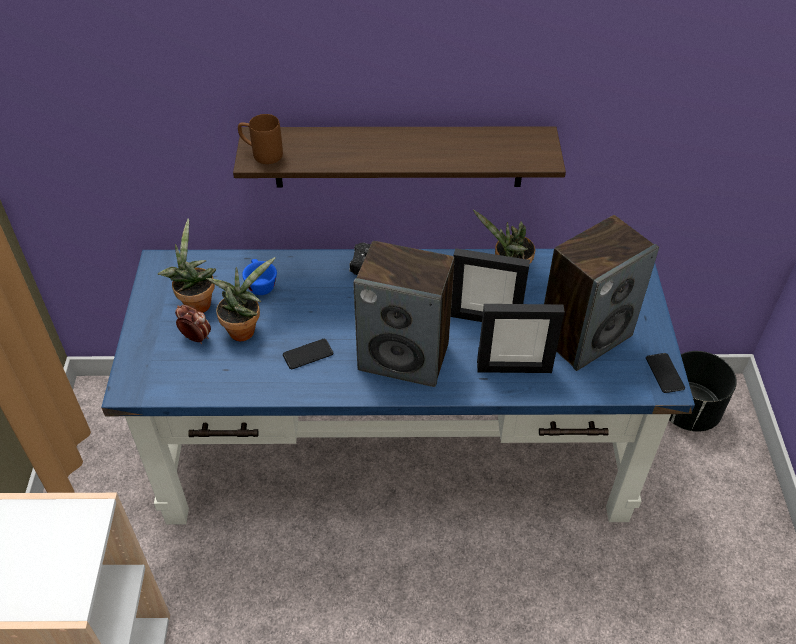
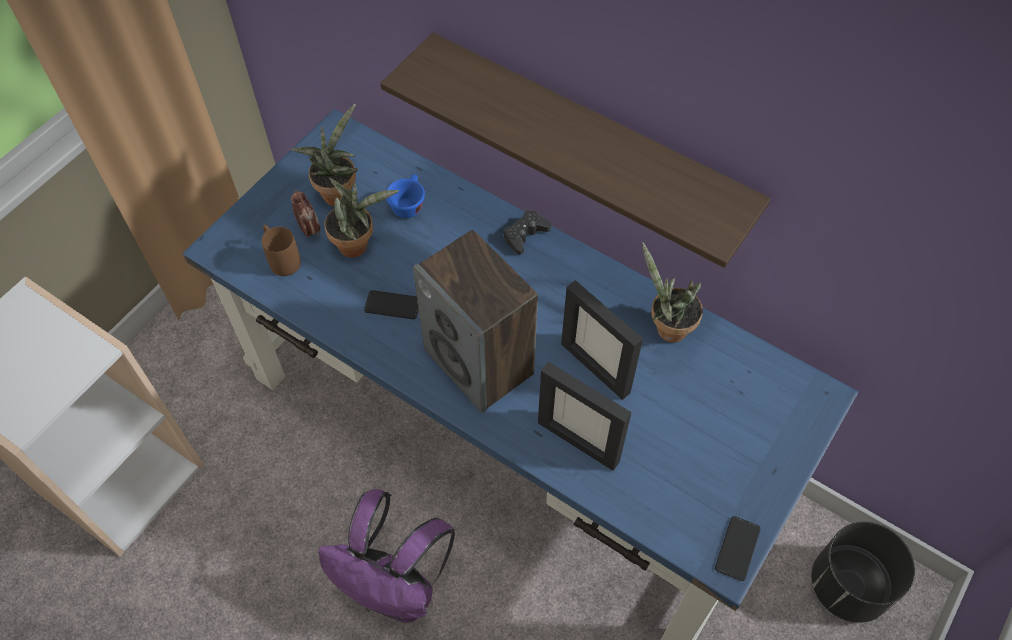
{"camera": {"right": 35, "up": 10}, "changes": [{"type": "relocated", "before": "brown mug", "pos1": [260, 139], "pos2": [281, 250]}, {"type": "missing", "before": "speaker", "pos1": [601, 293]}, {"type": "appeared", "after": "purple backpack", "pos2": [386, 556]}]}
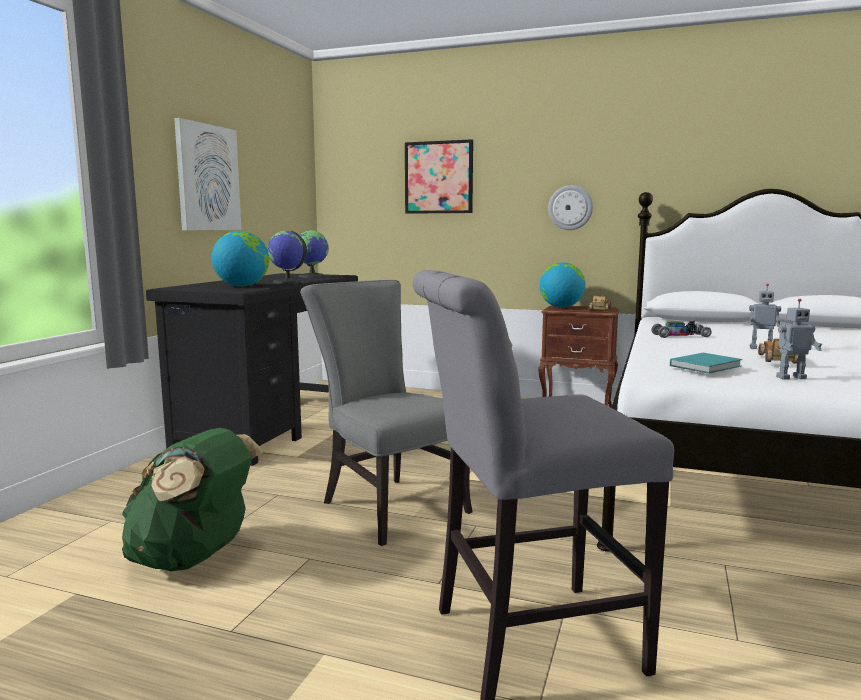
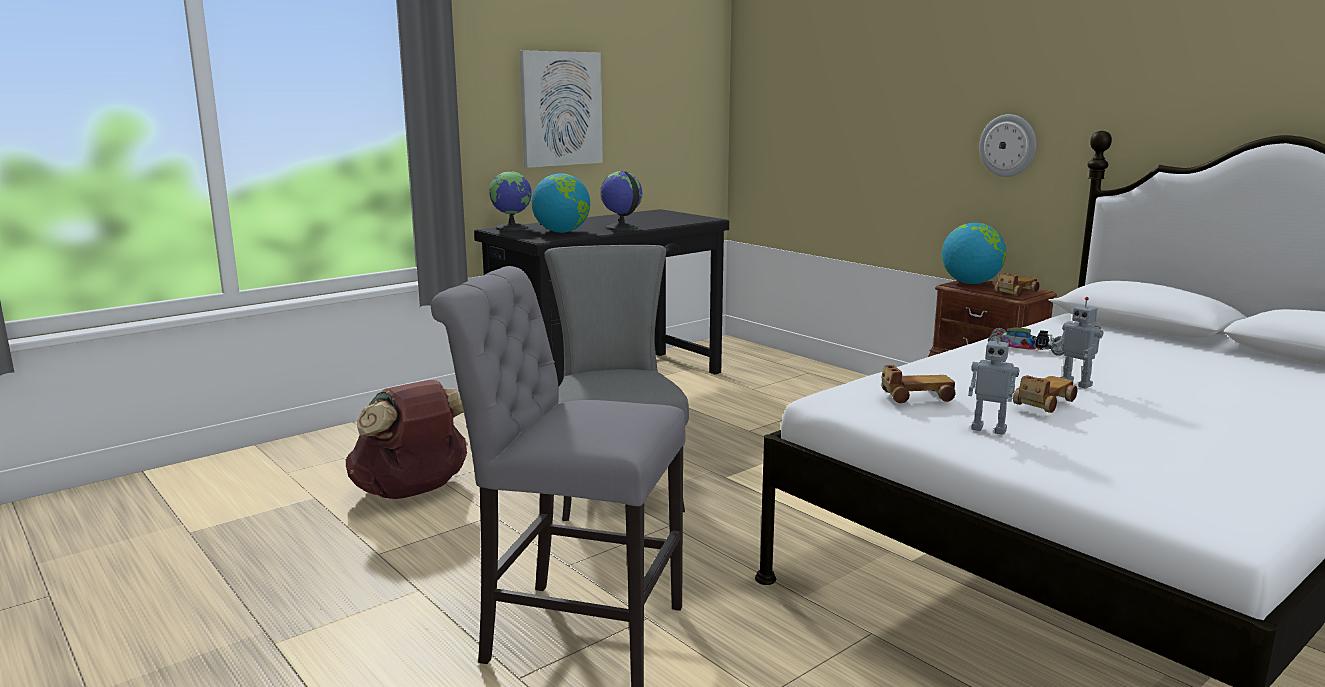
{"camera": {"right": 30, "up": 5}, "changes": [{"type": "missing", "before": "picture", "pos1": [439, 176]}, {"type": "relocated", "before": "globe", "pos1": [314, 254], "pos2": [510, 201]}, {"type": "exchanged", "before": "turquoise book", "after": "toy car", "pos1": [706, 363], "pos2": [918, 384]}, {"type": "colour", "before": "green backpack", "after": "brown backpack", "pos1": [192, 499], "pos2": [407, 439]}]}
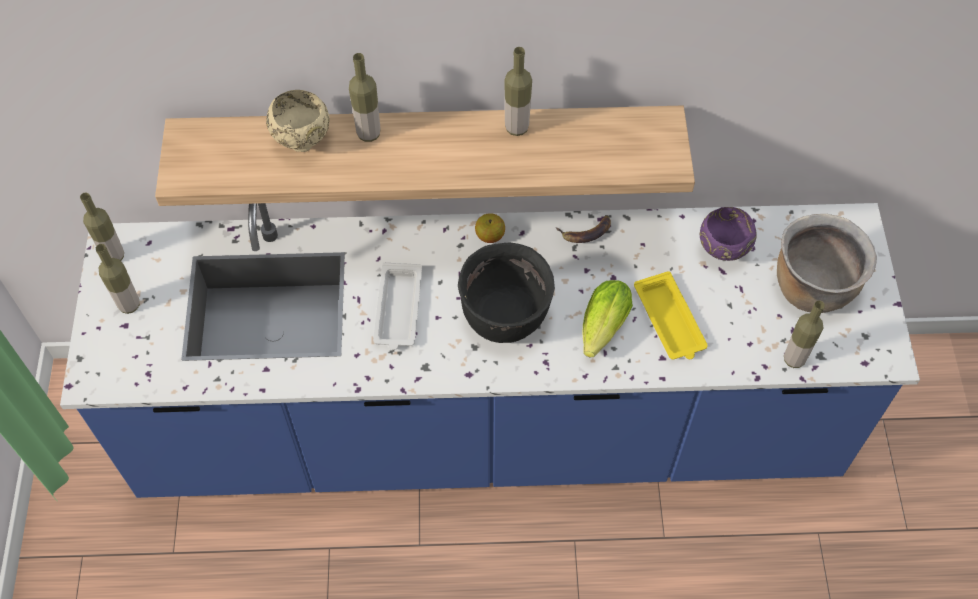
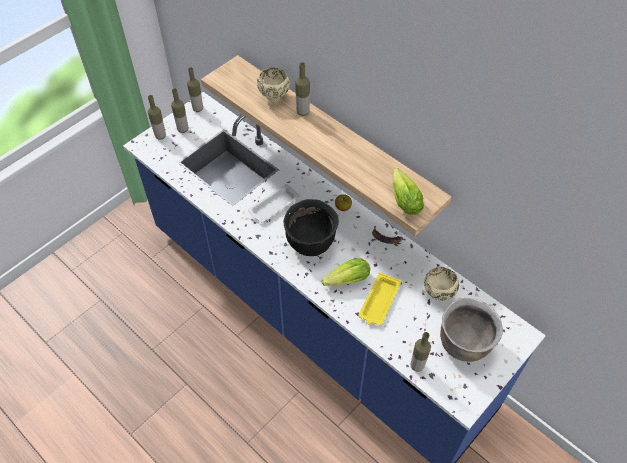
{"camera": {"right": 45, "up": -5}, "changes": [{"type": "relocated", "before": "bottle", "pos1": [518, 91], "pos2": [157, 117]}, {"type": "colour", "before": "purple bowl", "after": "beige bowl", "pos1": [728, 234], "pos2": [441, 283]}, {"type": "appeared", "after": "lettuce", "pos2": [408, 191]}]}
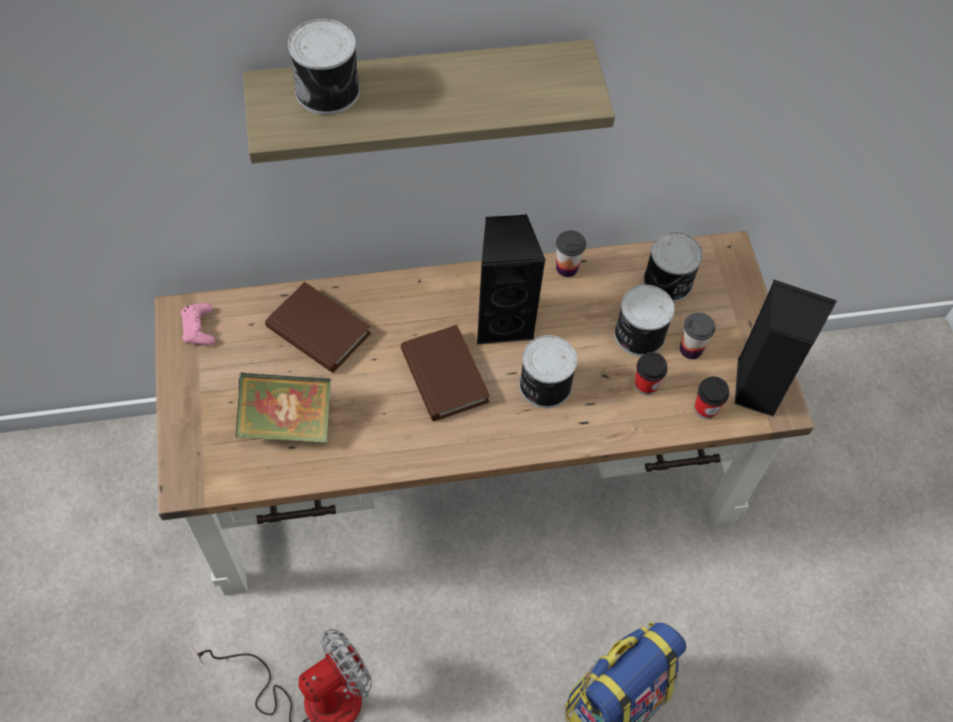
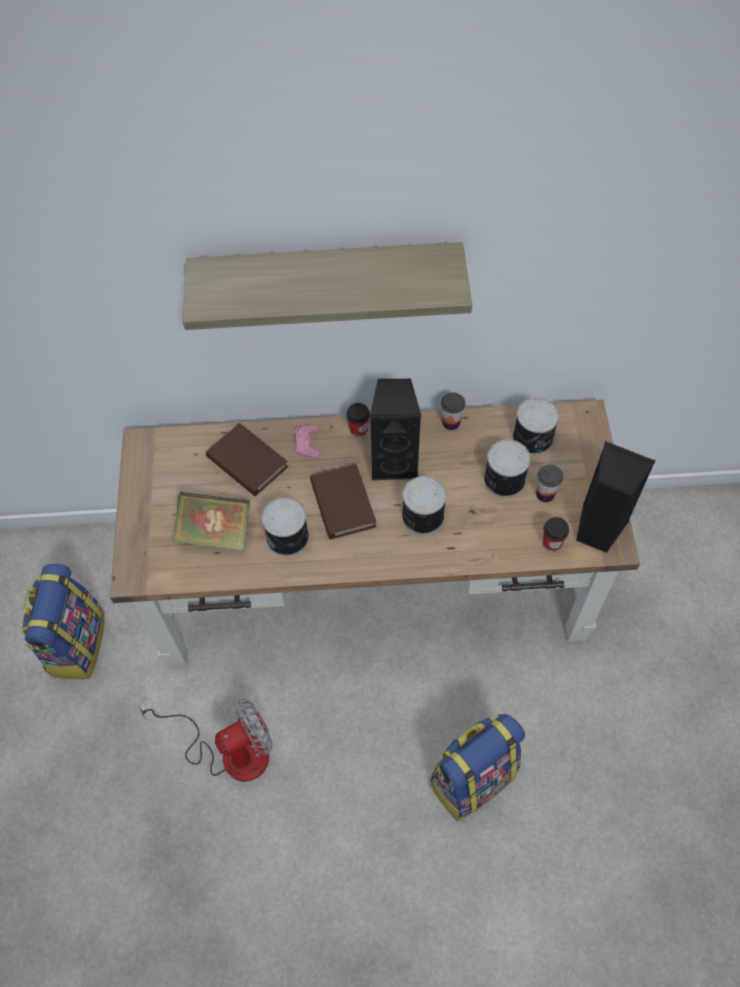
{"camera": {"right": 10, "up": 0}, "changes": [{"type": "relocated", "before": "can", "pos1": [324, 67], "pos2": [285, 526]}, {"type": "relocated", "before": "pink game controller", "pos1": [198, 324], "pos2": [307, 441]}, {"type": "relocated", "before": "cup", "pos1": [651, 373], "pos2": [358, 420]}, {"type": "appeared", "after": "backpack", "pos2": [63, 621]}]}
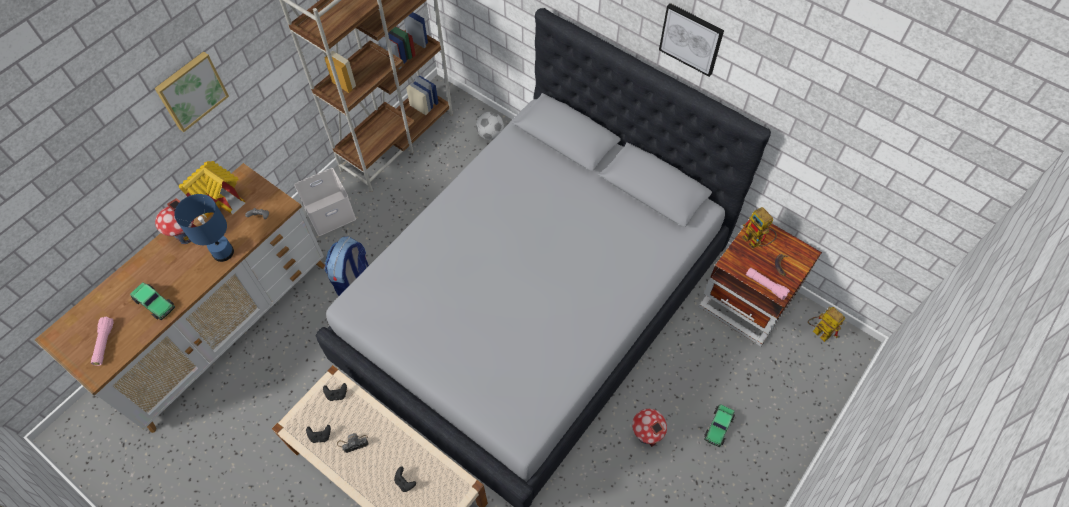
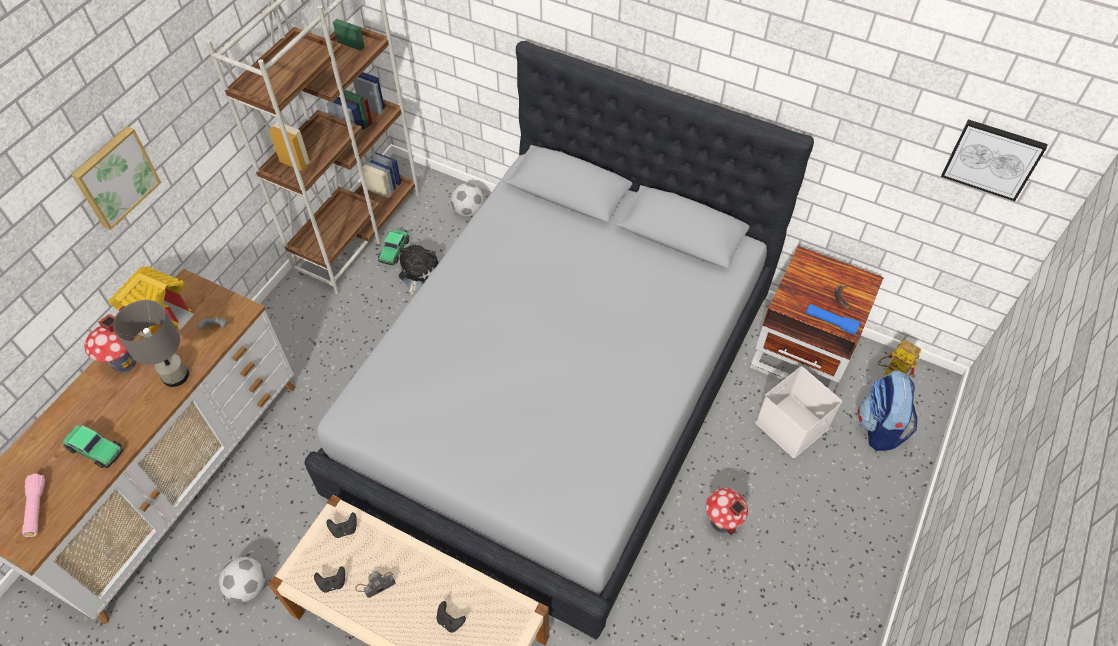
{"camera": {"right": -10, "up": -5}, "changes": [{"type": "relocated", "before": "picture", "pos1": [691, 40], "pos2": [994, 160]}, {"type": "relocated", "before": "white storage box", "pos1": [325, 202], "pos2": [798, 412]}, {"type": "colour", "before": "blue table lamp", "after": "grey table lamp", "pos1": [204, 228], "pos2": [151, 343]}, {"type": "missing", "before": "toy robot", "pos1": [759, 228]}, {"type": "relocated", "before": "backpack", "pos1": [347, 266], "pos2": [887, 410]}, {"type": "colour", "before": "pink flashlight", "after": "blue flashlight", "pos1": [768, 284], "pos2": [833, 319]}, {"type": "relocated", "before": "toy car", "pos1": [719, 425], "pos2": [393, 247]}, {"type": "appeared", "after": "plush toy", "pos2": [419, 270]}, {"type": "appeared", "after": "football", "pos2": [242, 580]}]}
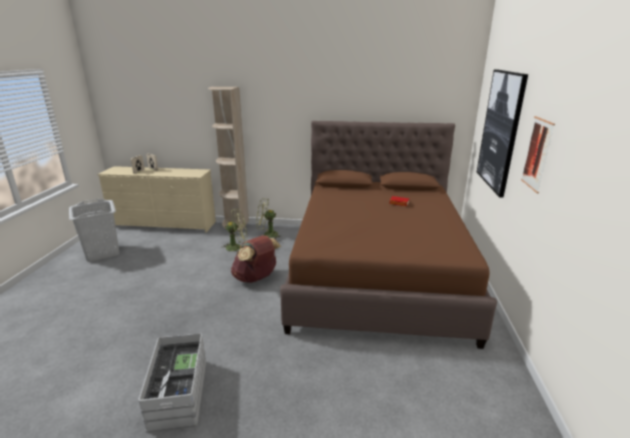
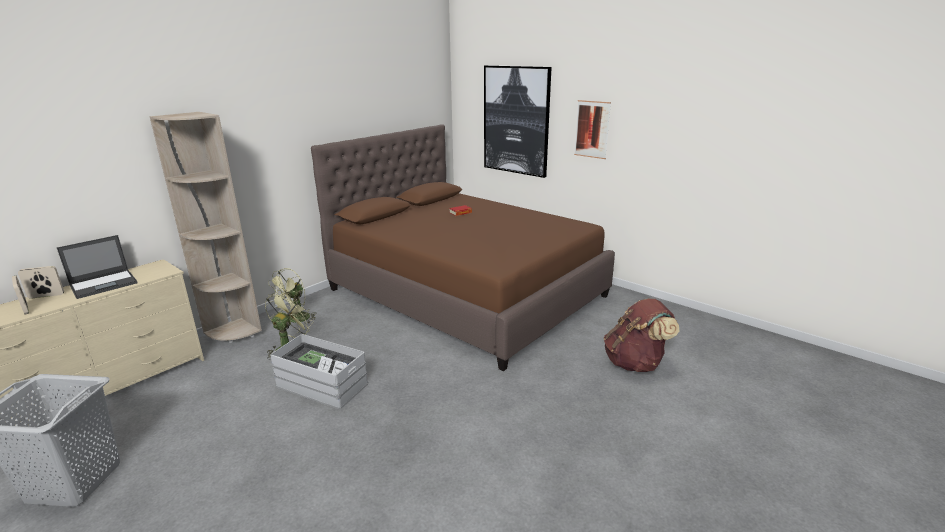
{"camera": {"right": -55, "up": 0}, "changes": [{"type": "relocated", "before": "brown backpack", "pos1": [256, 259], "pos2": [642, 335]}, {"type": "relocated", "before": "grey storage box", "pos1": [173, 383], "pos2": [319, 371]}, {"type": "appeared", "after": "laptop", "pos2": [97, 267]}]}
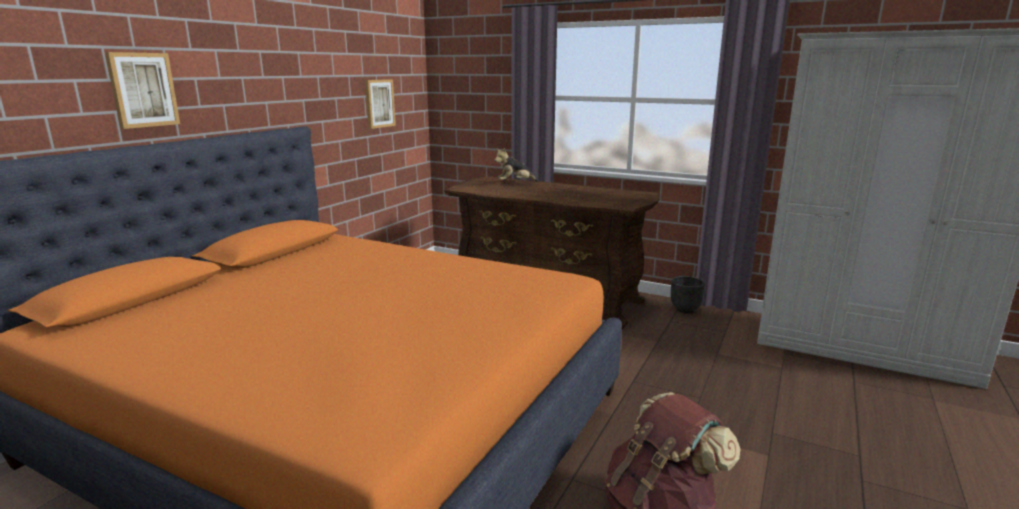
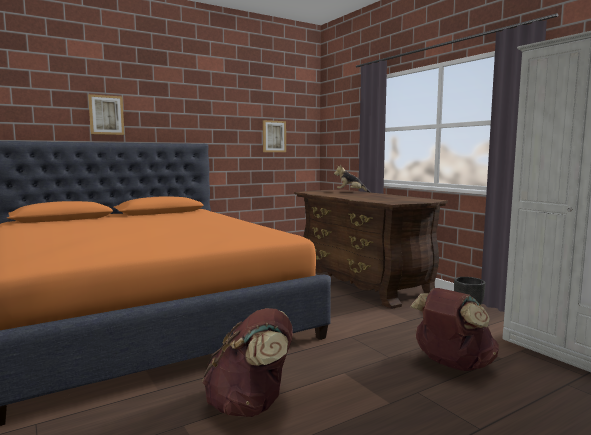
{"camera": {"right": 30, "up": -10}, "changes": [{"type": "appeared", "after": "brown backpack", "pos2": [454, 329]}]}
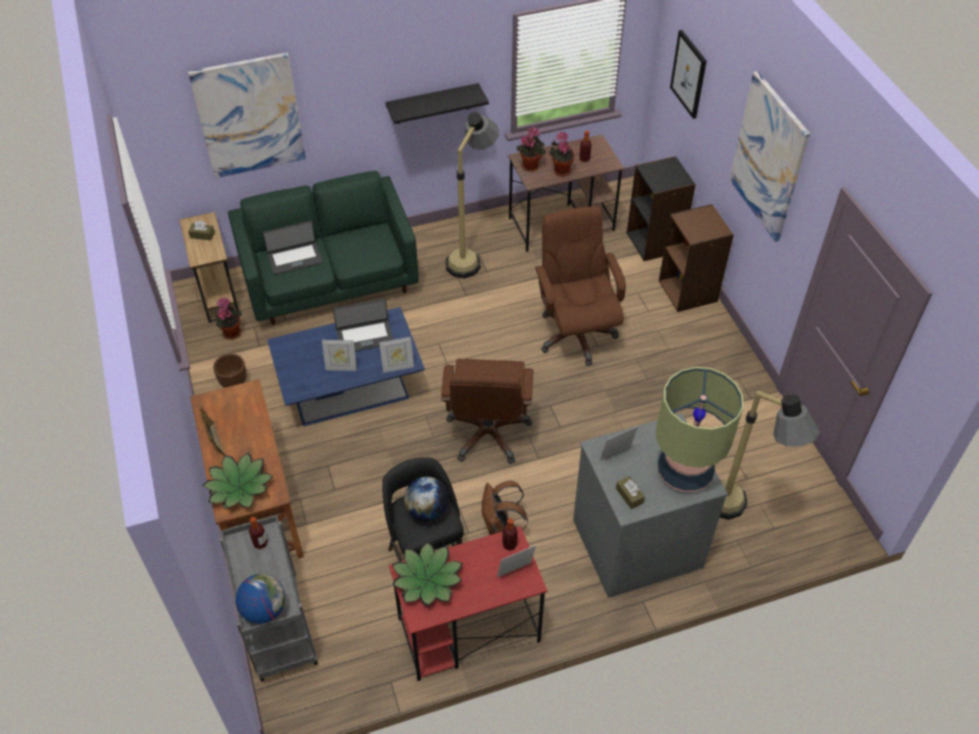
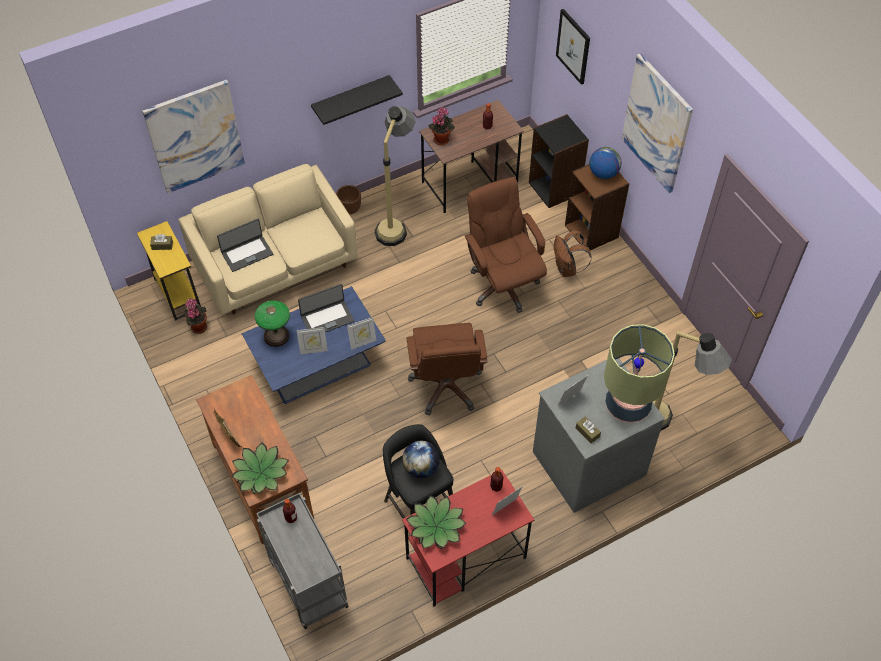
{"camera": {"right": -10, "up": 5}, "changes": [{"type": "missing", "before": "potted plant", "pos1": [562, 154]}, {"type": "colour", "before": "green sofa", "after": "beige sofa", "pos1": [323, 248], "pos2": [268, 239]}, {"type": "colour", "before": "brown side table", "after": "yellow side table", "pos1": [209, 267], "pos2": [169, 271]}, {"type": "relocated", "before": "brown planter", "pos1": [230, 371], "pos2": [348, 199]}, {"type": "relocated", "before": "brown backpack", "pos1": [505, 508], "pos2": [573, 253]}, {"type": "relocated", "before": "globe", "pos1": [260, 599], "pos2": [605, 163]}, {"type": "appeared", "after": "table lamp", "pos2": [272, 324]}]}
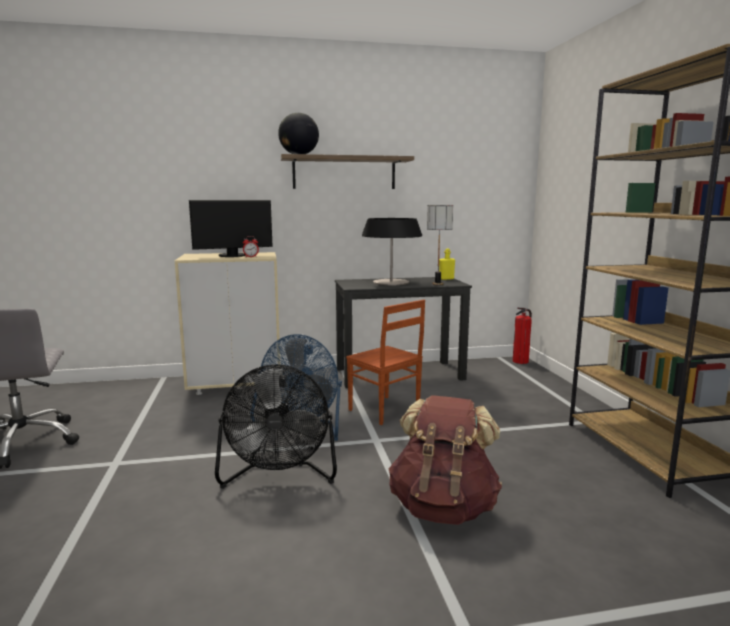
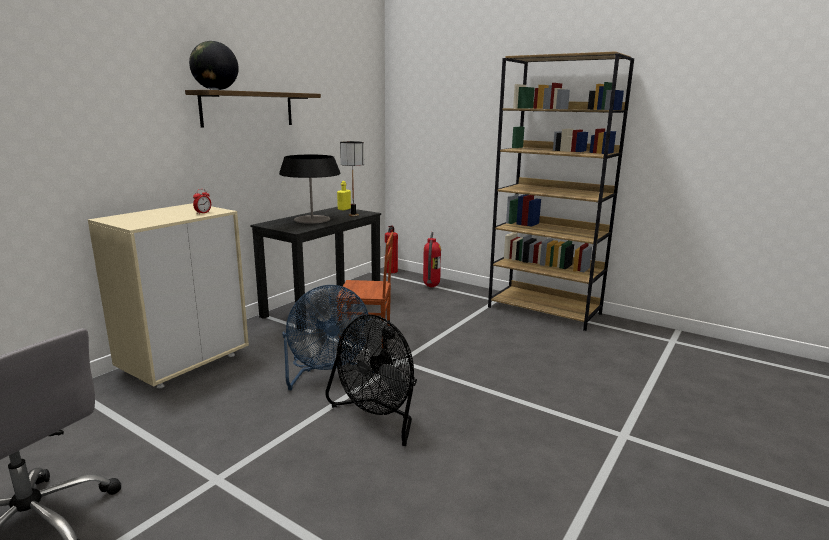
{"camera": {"right": -45, "up": 5}, "changes": [{"type": "missing", "before": "monitor", "pos1": [231, 228]}, {"type": "spun", "before": "black fan", "pos1": [276, 426], "pos2": [371, 380], "turn": 90}, {"type": "missing", "before": "brown backpack", "pos1": [445, 460]}, {"type": "appeared", "after": "fire extinguisher", "pos2": [432, 259]}]}
